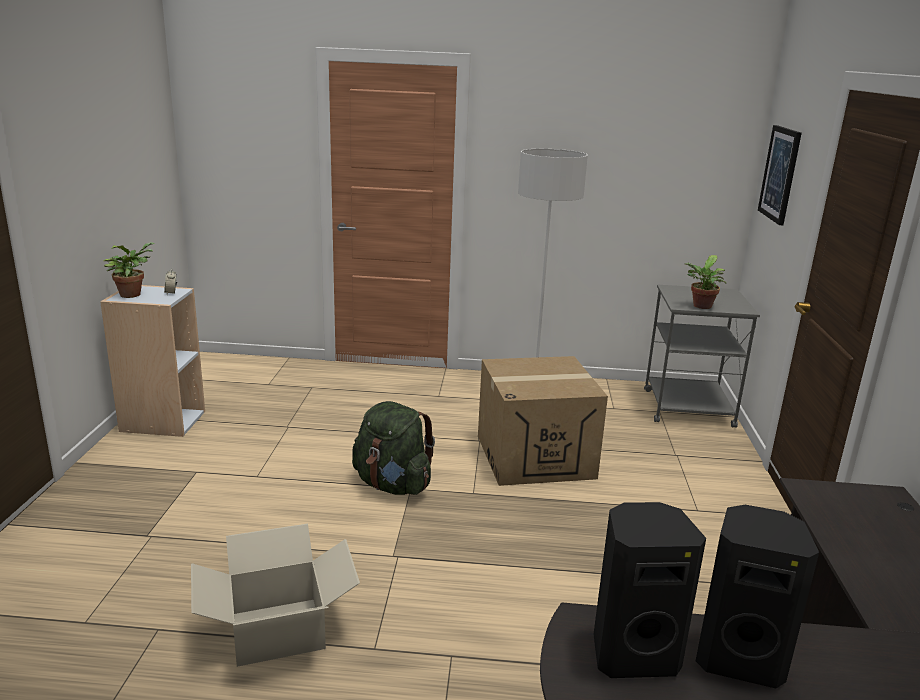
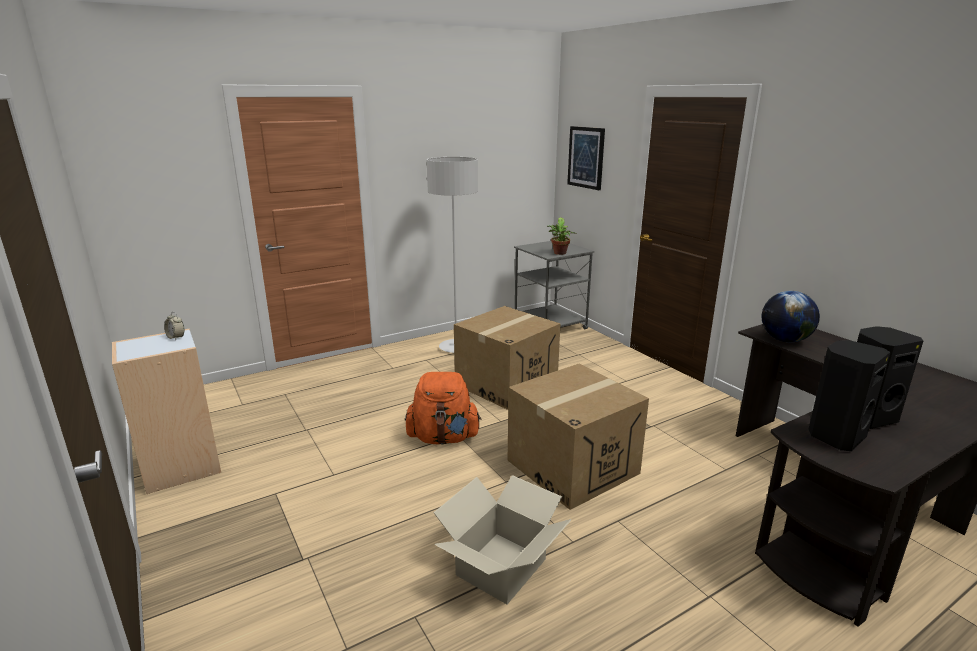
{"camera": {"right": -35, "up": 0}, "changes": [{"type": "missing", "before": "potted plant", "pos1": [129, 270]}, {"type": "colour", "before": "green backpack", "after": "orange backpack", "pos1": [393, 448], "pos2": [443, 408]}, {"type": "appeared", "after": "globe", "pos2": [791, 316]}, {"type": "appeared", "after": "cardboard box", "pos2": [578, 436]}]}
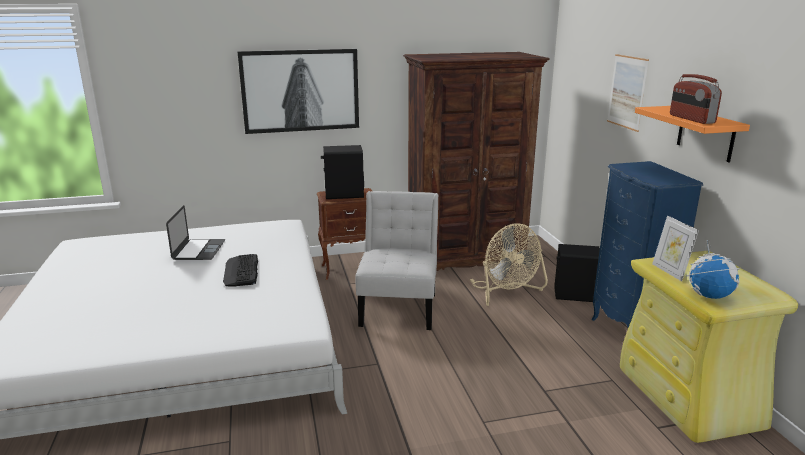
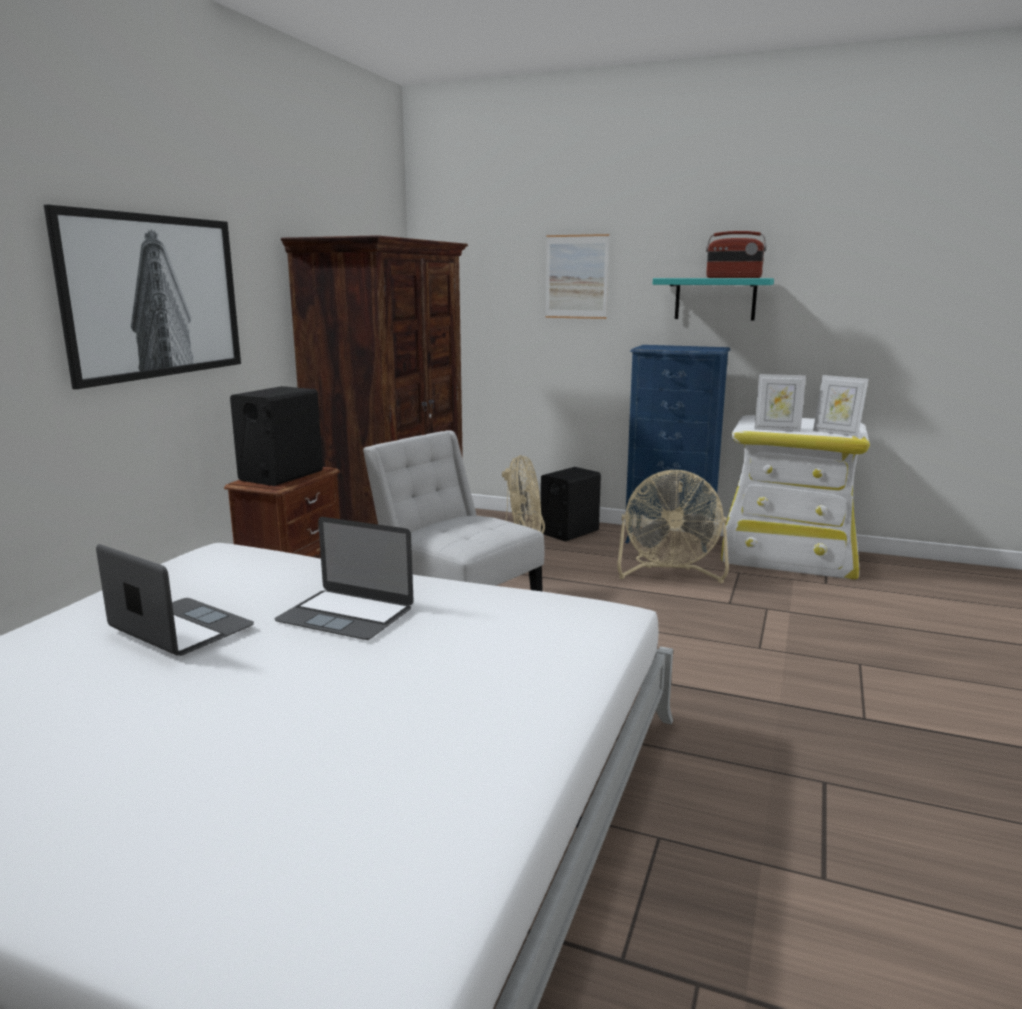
{"camera": {"right": -55, "up": -5}, "changes": [{"type": "colour", "before": "orange shelf", "after": "turquoise shelf", "pos1": [692, 134], "pos2": [713, 299]}, {"type": "exchanged", "before": "globe", "after": "picture frame", "pos1": [713, 269], "pos2": [841, 406]}, {"type": "colour", "before": "yellow nightstand", "after": "white nightstand", "pos1": [709, 347], "pos2": [795, 497]}, {"type": "exchanged", "before": "keyboard", "after": "laptop", "pos1": [240, 270], "pos2": [344, 578]}, {"type": "appeared", "after": "beige fan", "pos2": [673, 526]}]}
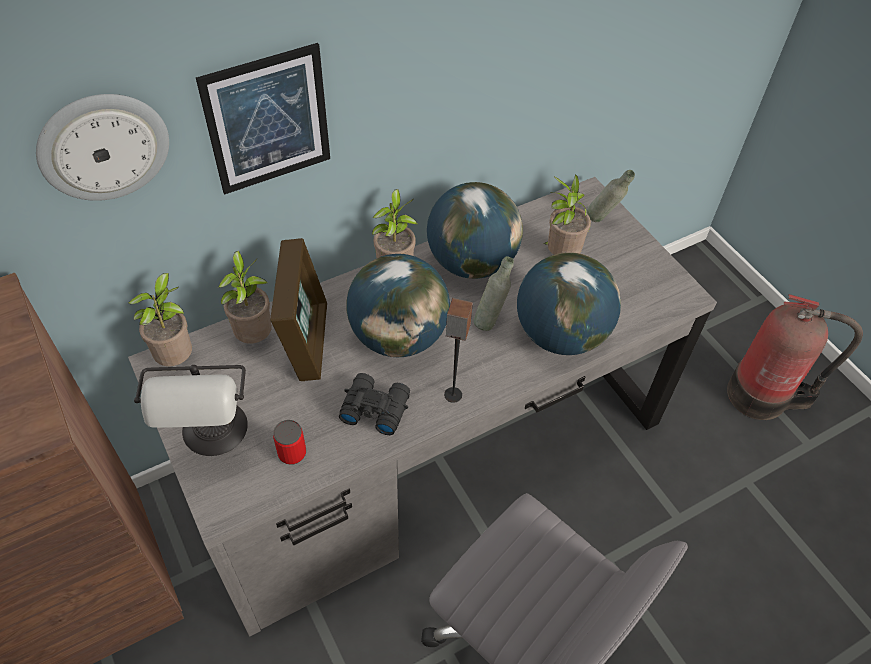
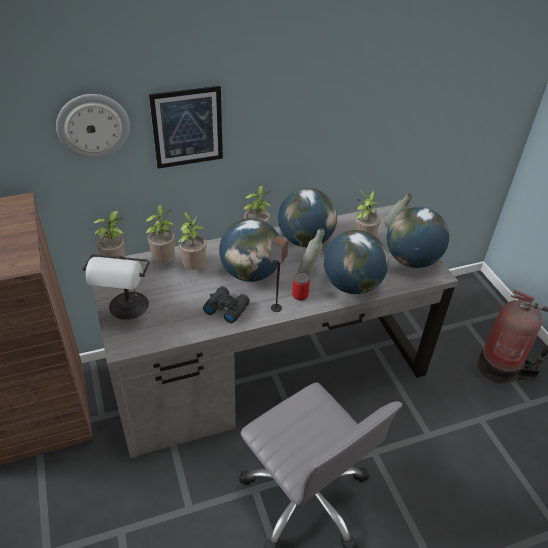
{"camera": {"right": 10, "up": -10}, "changes": [{"type": "exchanged", "before": "picture frame", "after": "potted plant", "pos1": [298, 309], "pos2": [192, 241]}, {"type": "relocated", "before": "can", "pos1": [289, 442], "pos2": [301, 286]}, {"type": "appeared", "after": "globe", "pos2": [418, 237]}]}
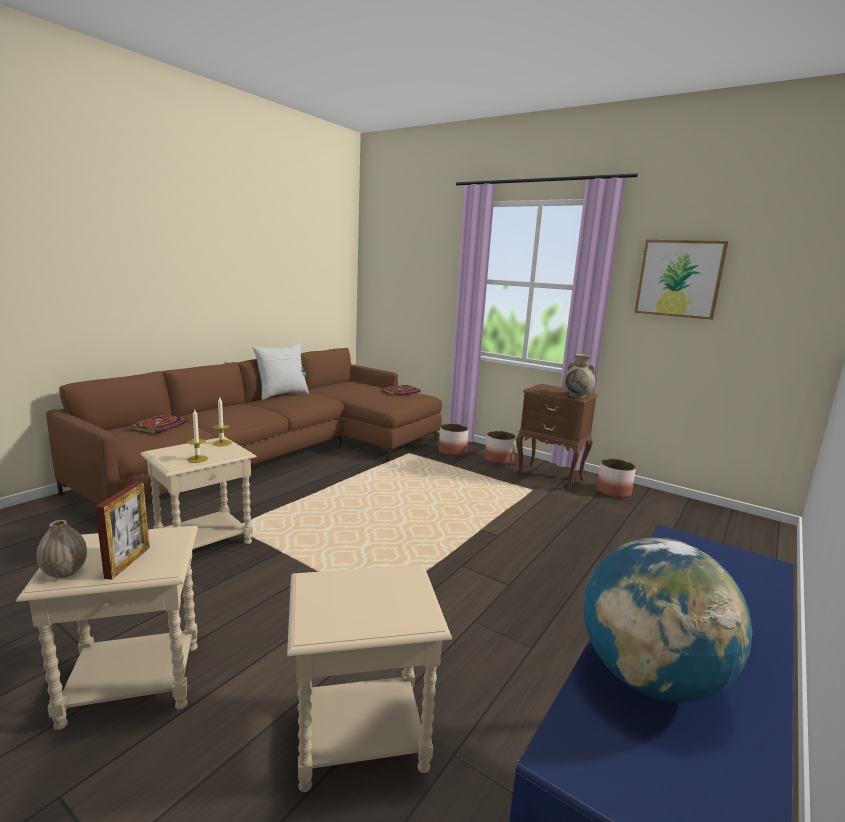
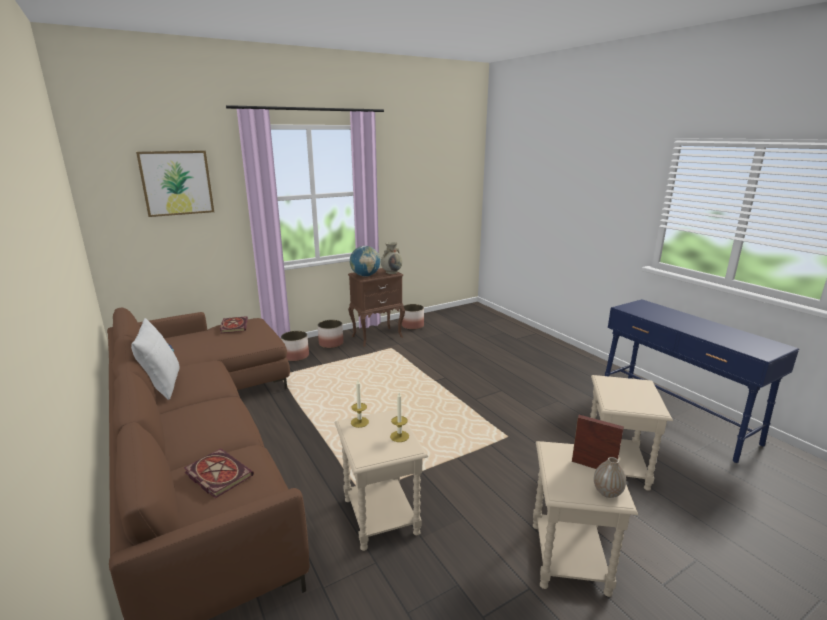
{"camera": {"right": -65, "up": 5}, "changes": [{"type": "relocated", "before": "picture", "pos1": [681, 280], "pos2": [175, 184]}, {"type": "relocated", "before": "globe", "pos1": [668, 620], "pos2": [364, 261]}]}
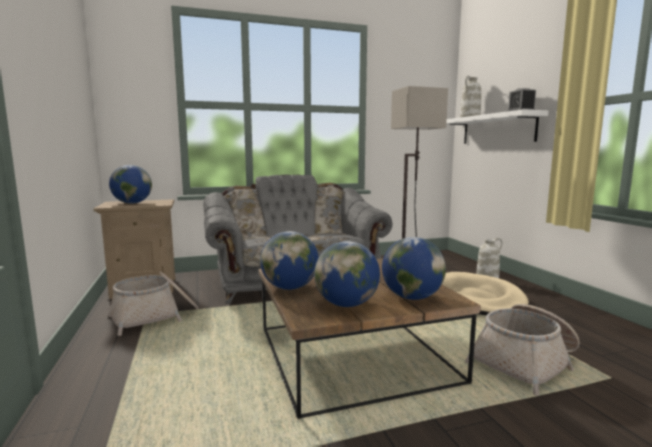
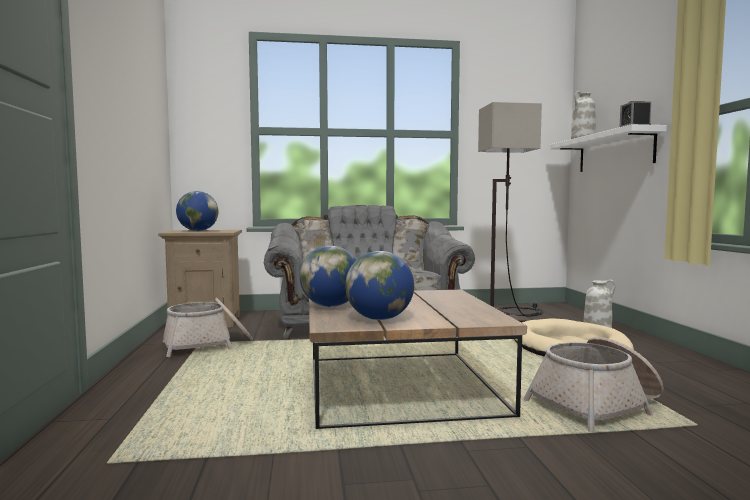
{"camera": {"right": 10, "up": -5}, "changes": [{"type": "missing", "before": "globe", "pos1": [414, 268]}]}
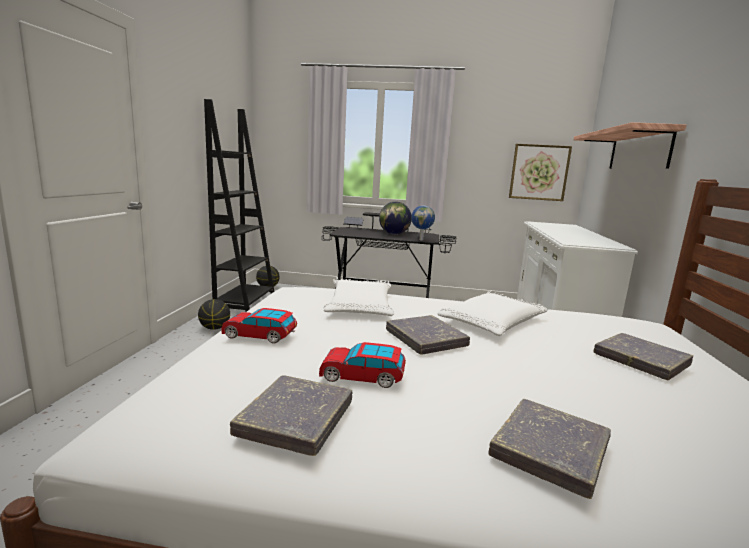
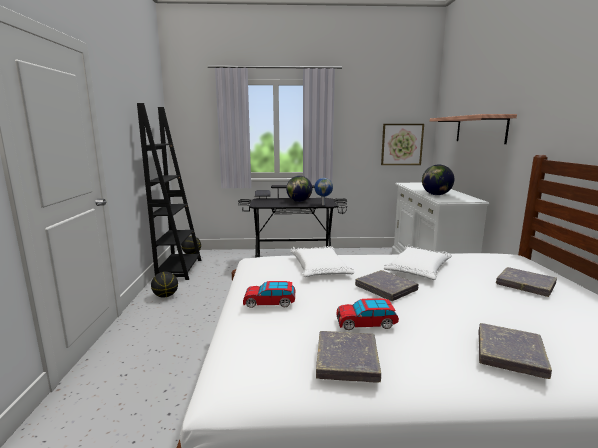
{"camera": {"right": -10, "up": 0}, "changes": [{"type": "appeared", "after": "globe", "pos2": [438, 180]}]}
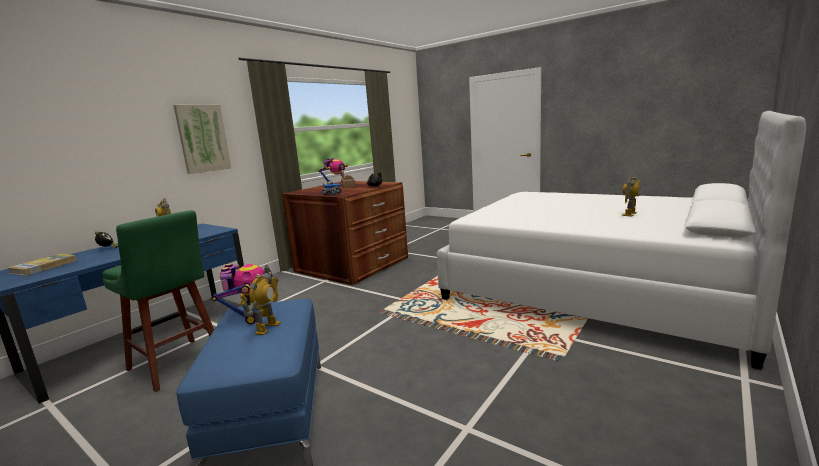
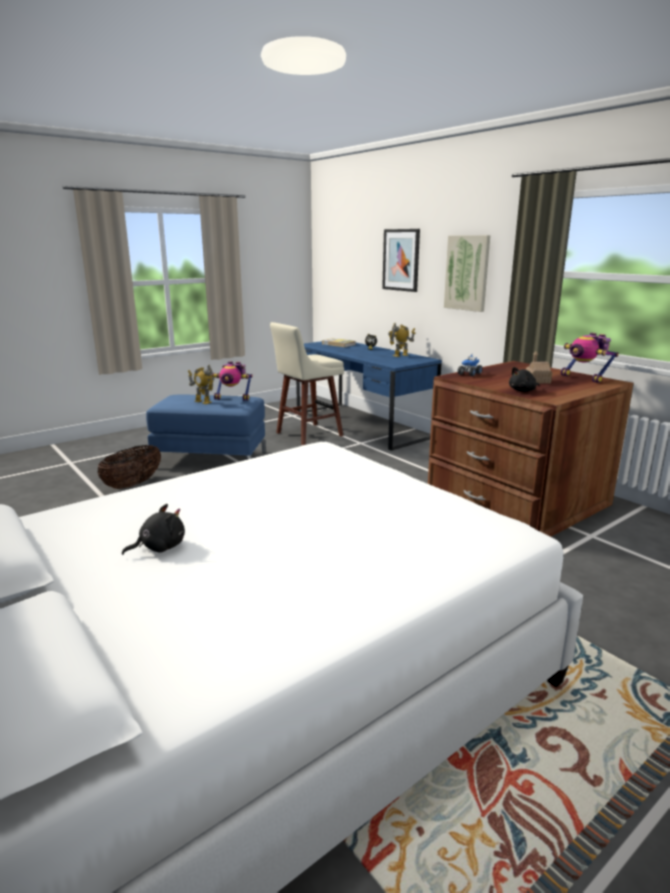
{"camera": {"right": 105, "up": 5}, "changes": [{"type": "exchanged", "before": "toy robot", "after": "black plush toy", "pos1": [631, 196], "pos2": [153, 529]}, {"type": "colour", "before": "green stool", "after": "beige stool", "pos1": [158, 301], "pos2": [307, 383]}, {"type": "appeared", "after": "picture", "pos2": [401, 260]}, {"type": "appeared", "after": "basket", "pos2": [129, 467]}]}
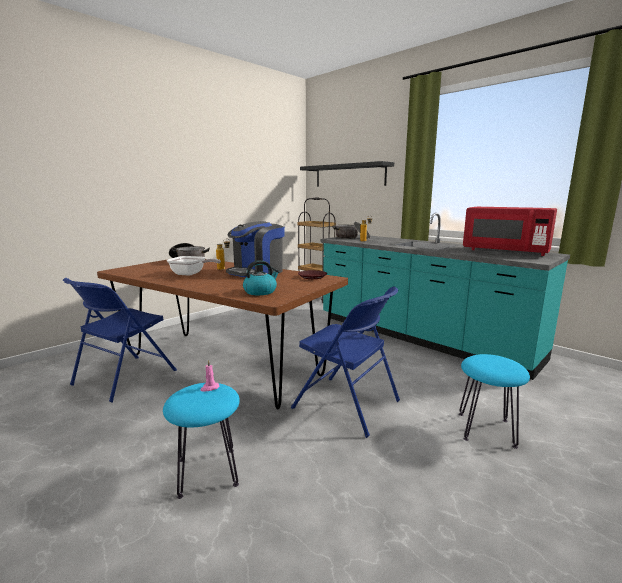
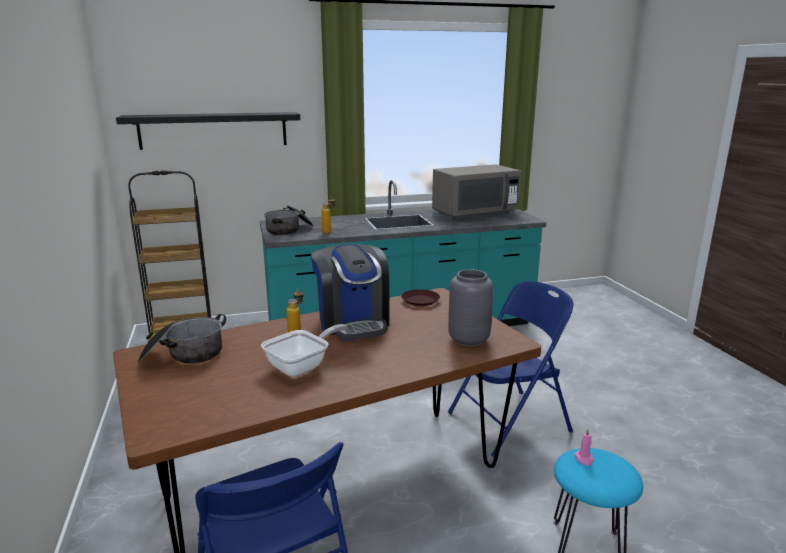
{"camera": {"right": -60, "up": 5}, "changes": [{"type": "colour", "before": "red microwave", "after": "grey microwave", "pos1": [510, 231], "pos2": [476, 191]}, {"type": "exchanged", "before": "kettle", "after": "grey vase", "pos1": [261, 277], "pos2": [470, 308]}, {"type": "missing", "before": "turquoise stool", "pos1": [494, 401]}]}
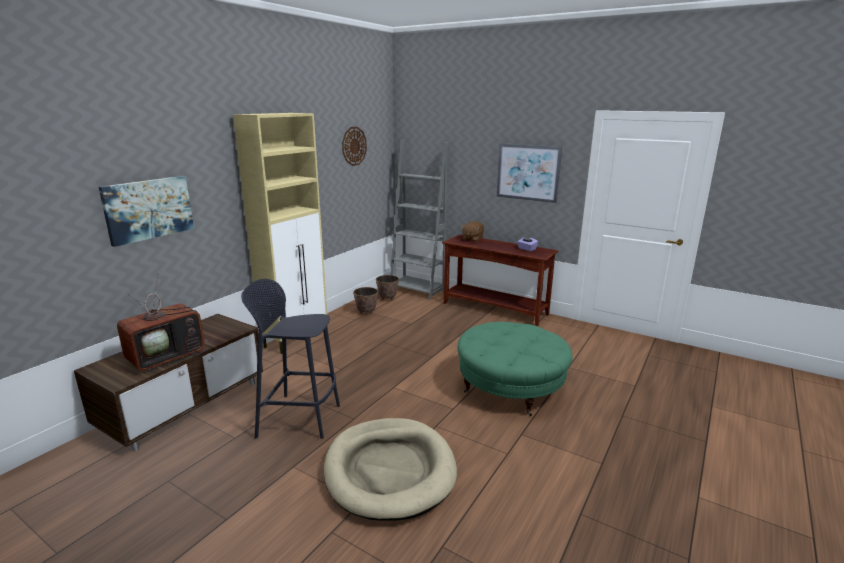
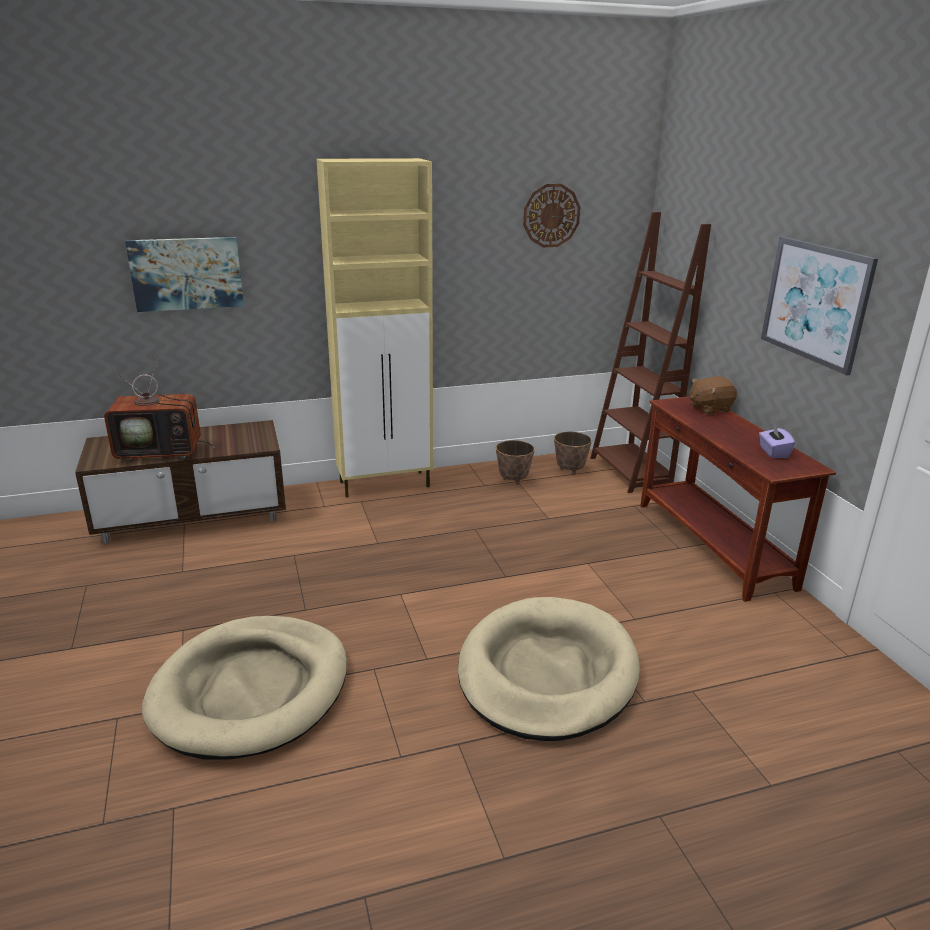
{"camera": {"right": 40, "up": 5}, "changes": [{"type": "colour", "before": "grey bookcase", "after": "brown bookcase", "pos1": [419, 220], "pos2": [650, 352]}, {"type": "missing", "before": "grey stool", "pos1": [290, 359]}, {"type": "exchanged", "before": "green ottoman", "after": "beige dog bed", "pos1": [515, 369], "pos2": [549, 669]}]}
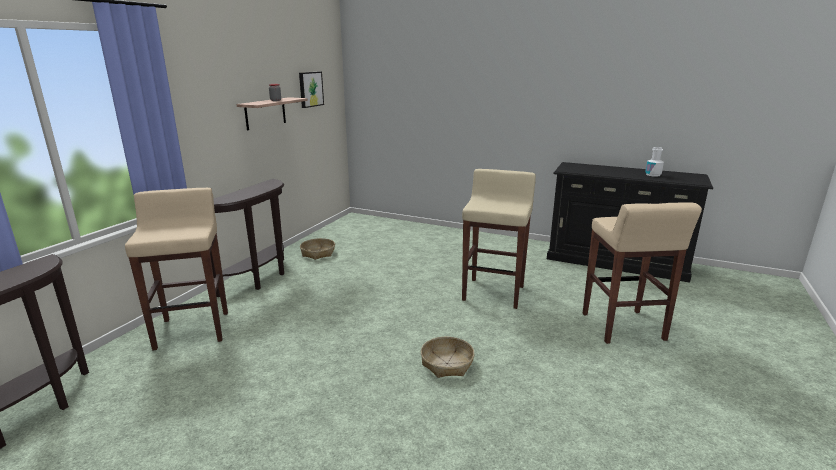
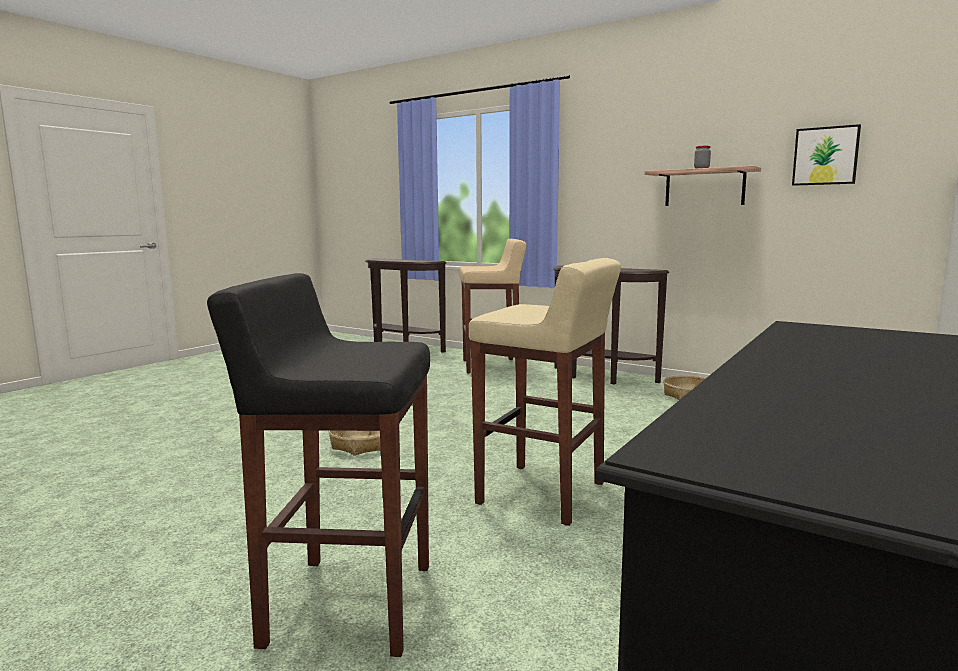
{"camera": {"right": 100, "up": -10}, "changes": [{"type": "missing", "before": "white bottle", "pos1": [655, 162]}, {"type": "colour", "before": "beige stool", "after": "black stool", "pos1": [642, 273], "pos2": [318, 465]}]}
